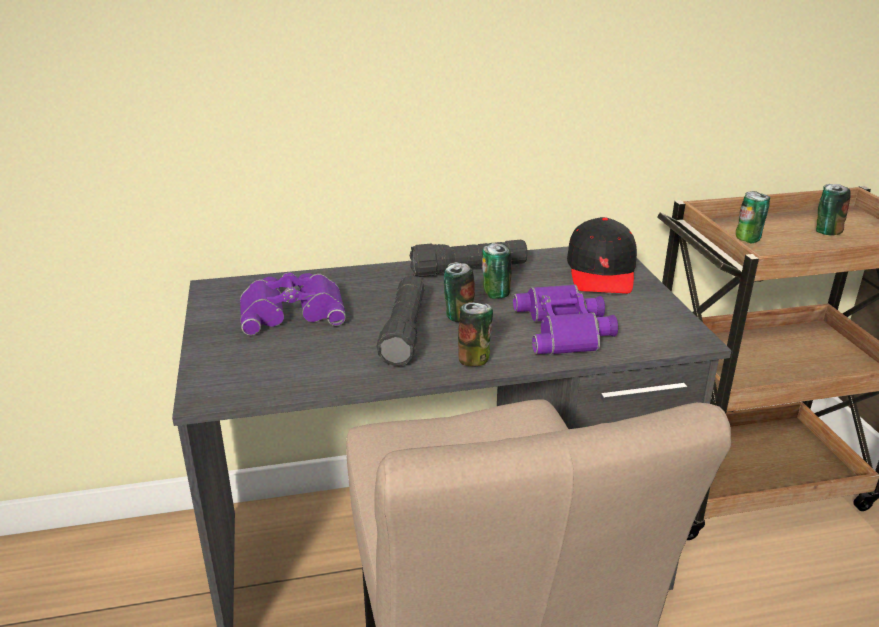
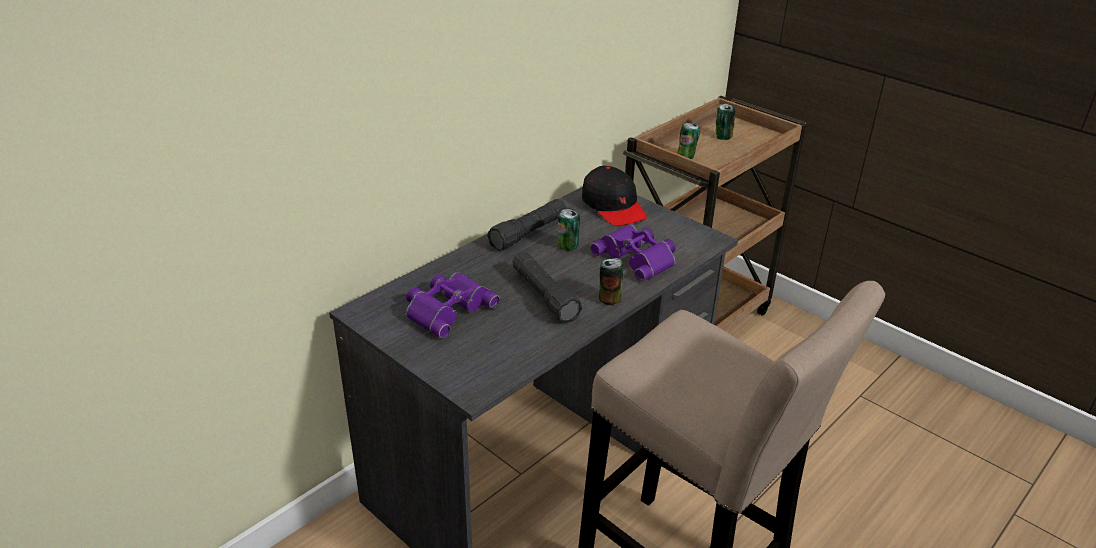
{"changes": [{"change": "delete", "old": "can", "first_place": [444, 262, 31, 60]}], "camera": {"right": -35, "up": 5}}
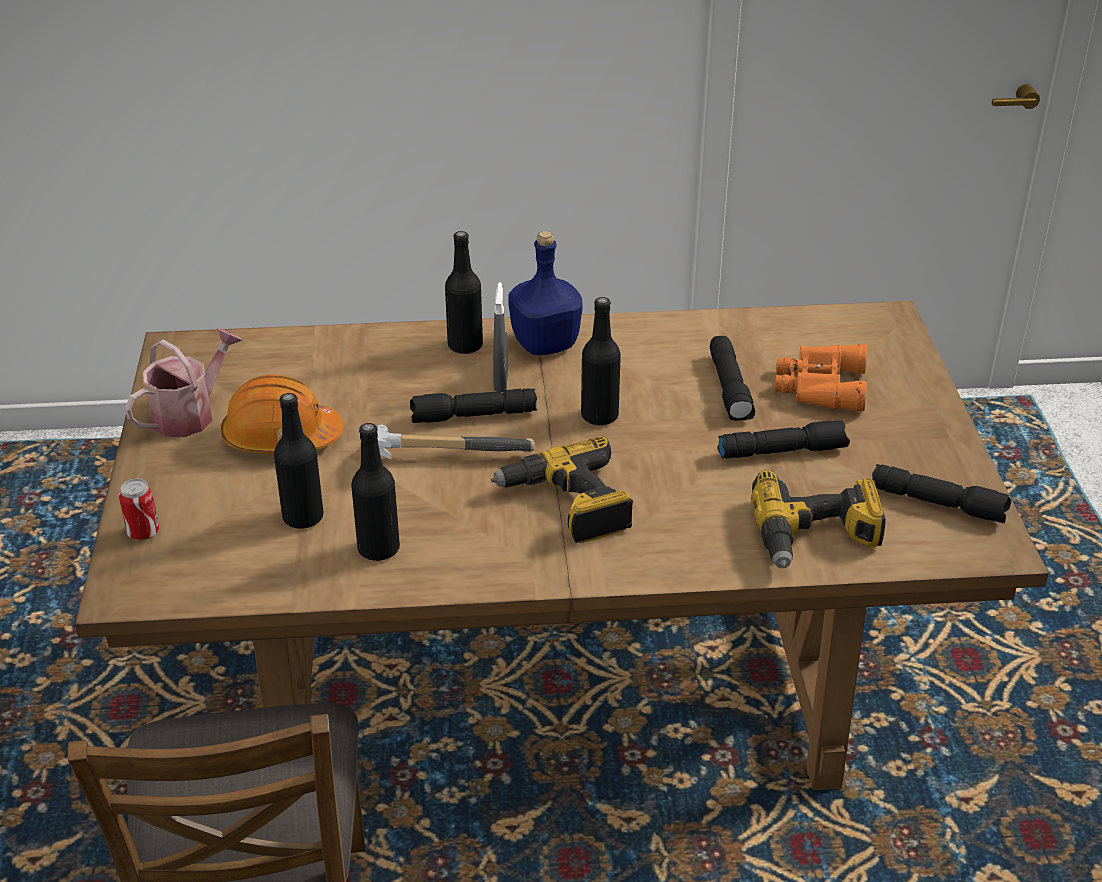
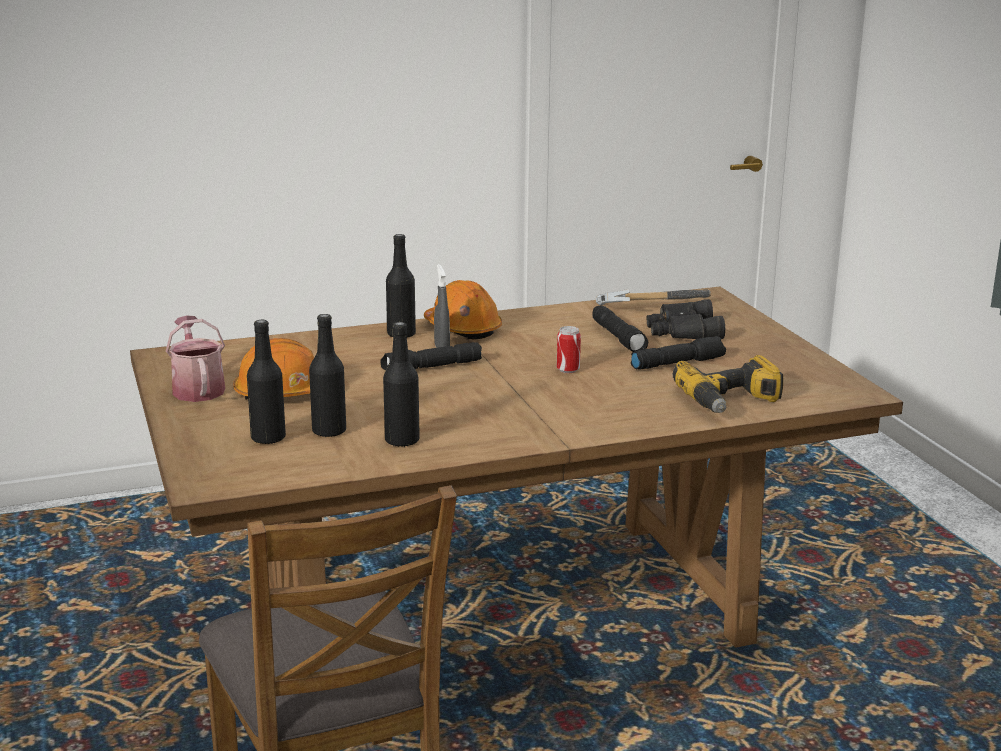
{"changes": [{"change": "delete", "old": "power drill", "first_place": [491, 437, 142, 106]}, {"change": "delete", "old": "black-coloured flashlight", "first_place": [872, 464, 139, 59]}, {"change": "move", "old": "can", "first_place": [119, 479, 40, 61], "second_place": [557, 326, 24, 47]}, {"change": "move", "old": "hammer", "first_place": [377, 424, 158, 35], "second_place": [596, 289, 115, 16]}, {"change": "move", "old": "black-coloured bottle", "first_place": [581, 297, 40, 128], "second_place": [247, 320, 39, 124]}, {"change": "replace", "old": "blue bottle", "new": "orange-coloured safety helmet", "first_place": [509, 231, 73, 124], "second_place": [424, 280, 78, 59]}, {"change": "recolor", "old": "orange-coloured pair of binoculars", "new": "black-coloured pair of binoculars", "first_place": [775, 344, 92, 67], "second_place": [647, 299, 78, 40]}, {"change": "rotate", "old": "watering can", "first_place": [125, 328, 118, 109], "second_place": [166, 316, 59, 86], "degrees": -45}], "camera": {"right": -15, "up": -15}}
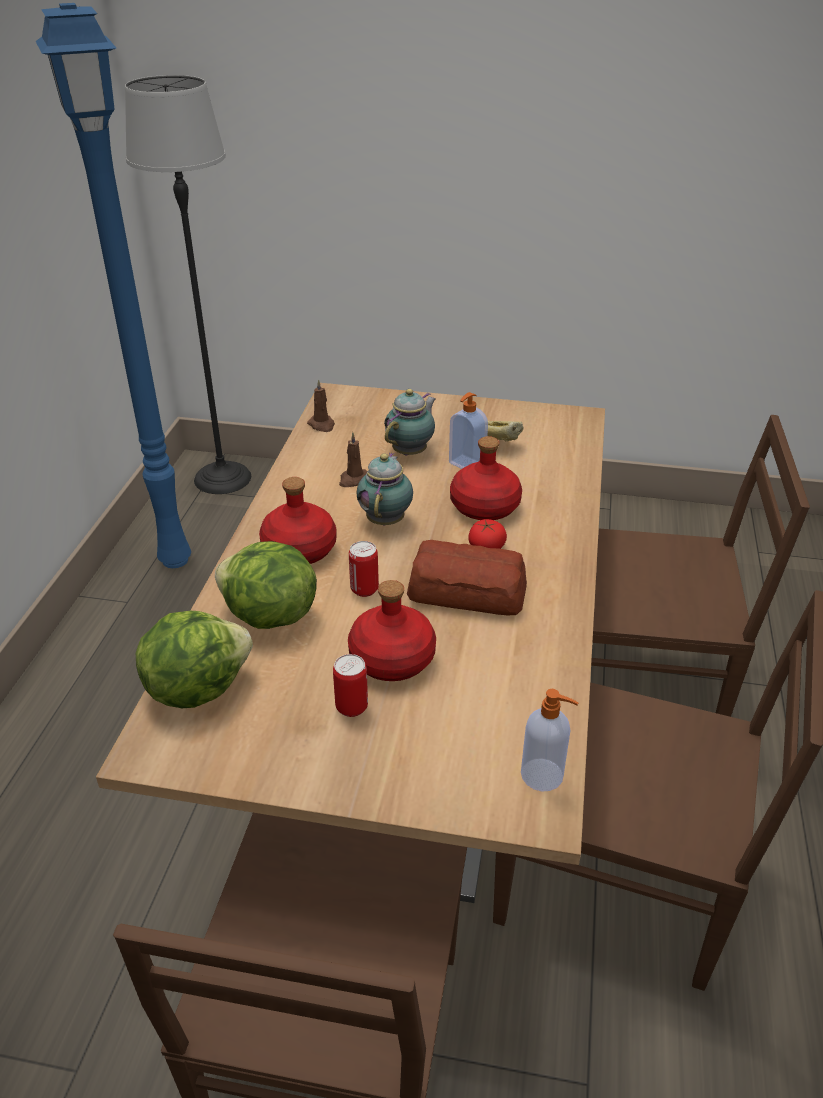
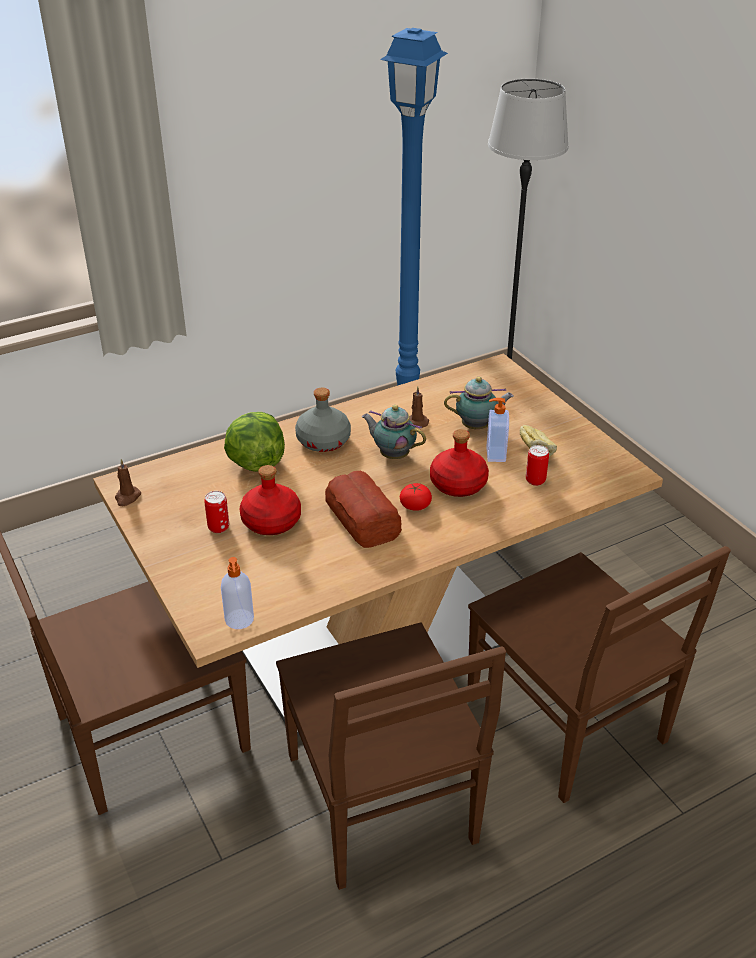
{"changes": [{"change": "delete", "old": "lettuce head", "first_place": [136, 611, 117, 97]}, {"change": "move", "old": "brown-coloured wax candle", "first_place": [307, 379, 28, 53], "second_place": [115, 459, 26, 47]}, {"change": "move", "old": "can", "first_place": [349, 541, 30, 56], "second_place": [526, 445, 23, 41]}, {"change": "recolor", "old": "red-coloured bottle", "new": "greyish bottle", "first_place": [259, 477, 77, 87], "second_place": [295, 388, 56, 64]}, {"change": "rotate", "old": "tea pot", "first_place": [356, 453, 57, 73], "second_place": [362, 405, 64, 54], "degrees": -120}], "camera": {"right": 50, "up": 0}}
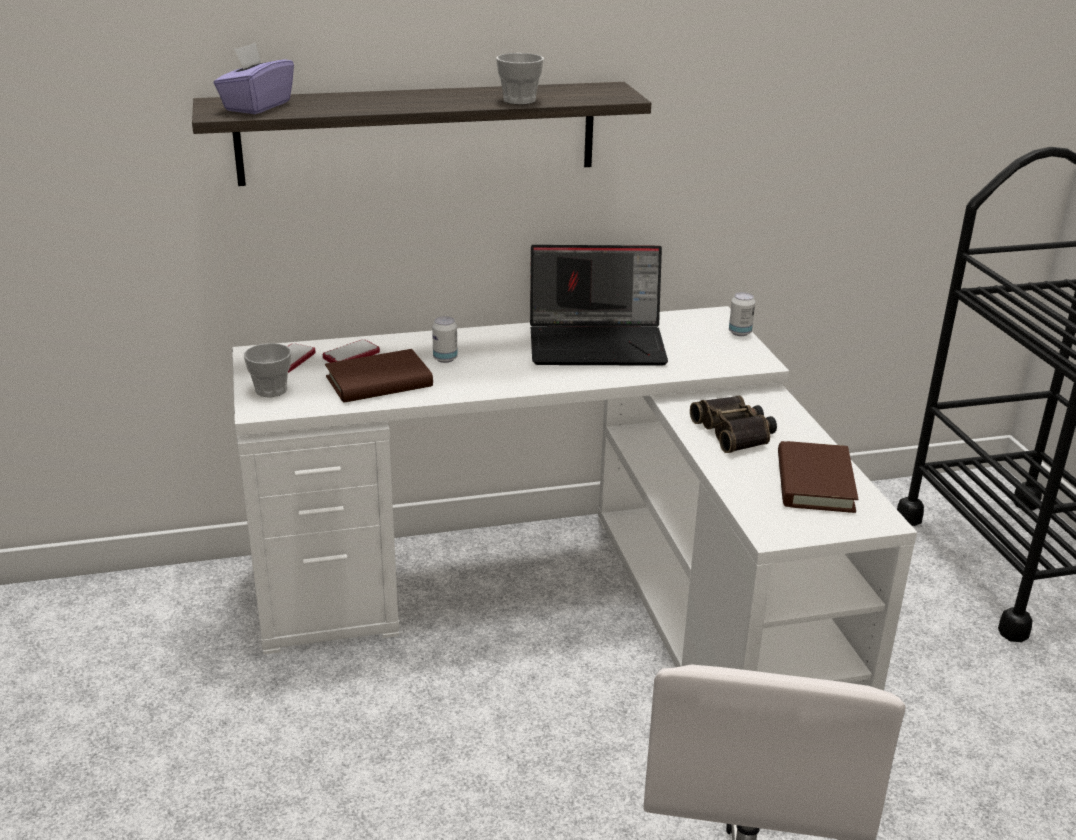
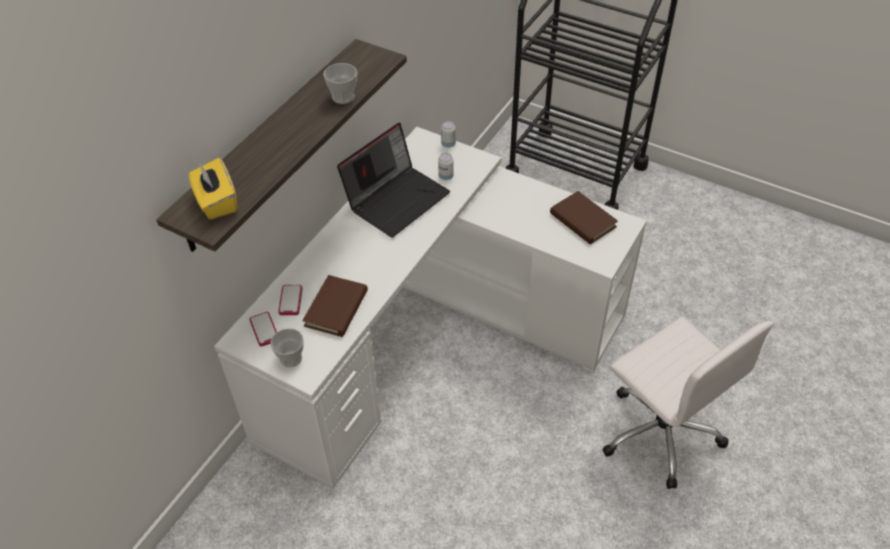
{"changes": [{"change": "delete", "old": "pair of binoculars", "first_place": [690, 396, 87, 57]}, {"change": "move", "old": "can", "first_place": [432, 316, 26, 47], "second_place": [438, 153, 16, 27]}, {"change": "recolor", "old": "purple tissue box", "new": "yellowish tissue box", "first_place": [214, 43, 80, 71], "second_place": [189, 158, 48, 62]}], "camera": {"right": -45, "up": 20}}
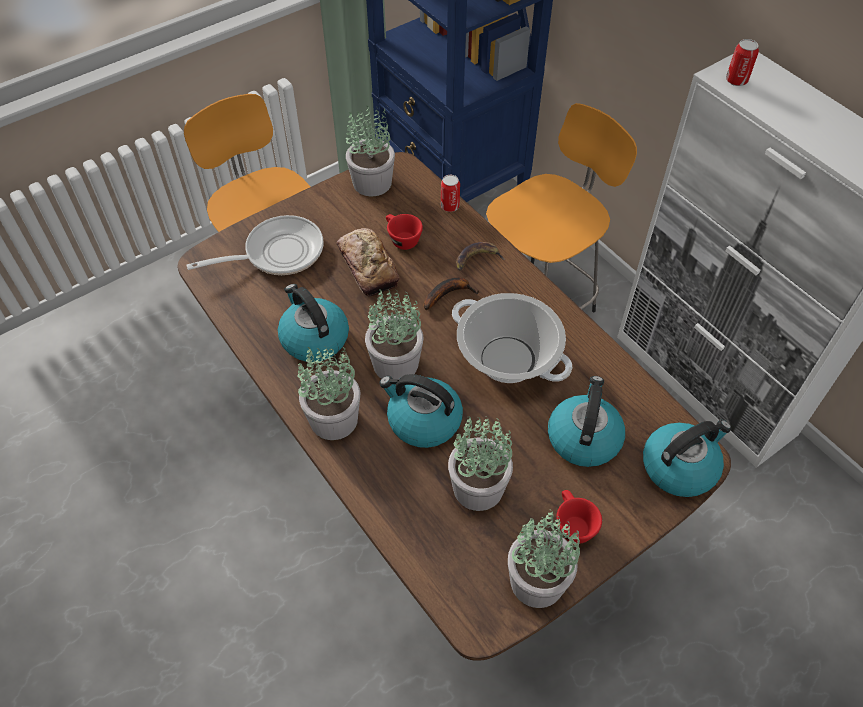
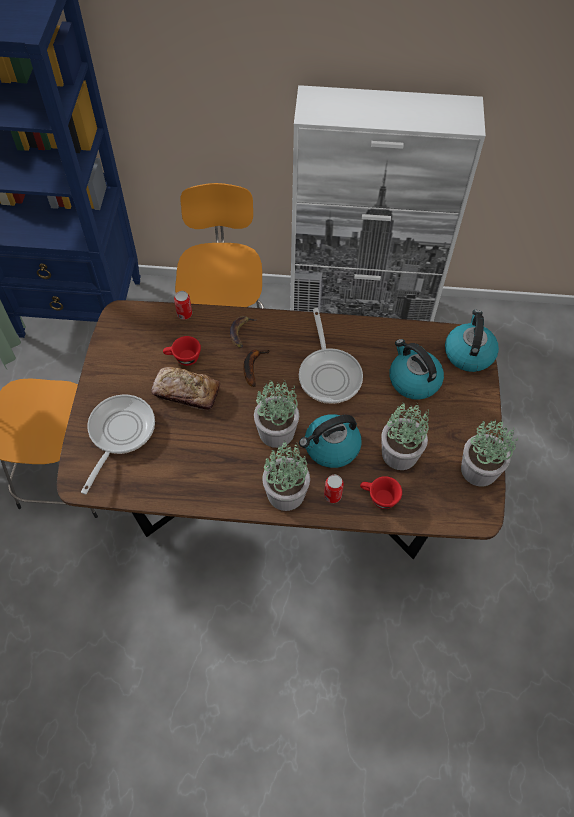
{"changes": [{"change": "delete", "old": "tea kettle", "first_place": [278, 284, 71, 78]}, {"change": "delete", "old": "potted plant", "first_place": [346, 105, 49, 92]}, {"change": "move", "old": "red-coloured drinking cup", "first_place": [556, 490, 46, 54], "second_place": [360, 476, 42, 33]}, {"change": "move", "old": "can", "first_place": [726, 39, 33, 47], "second_place": [324, 475, 20, 28]}, {"change": "replace", "old": "cooking pot", "new": "frying pan", "first_place": [452, 293, 120, 90], "second_place": [299, 308, 64, 96]}], "camera": {"right": -50, "up": 5}}
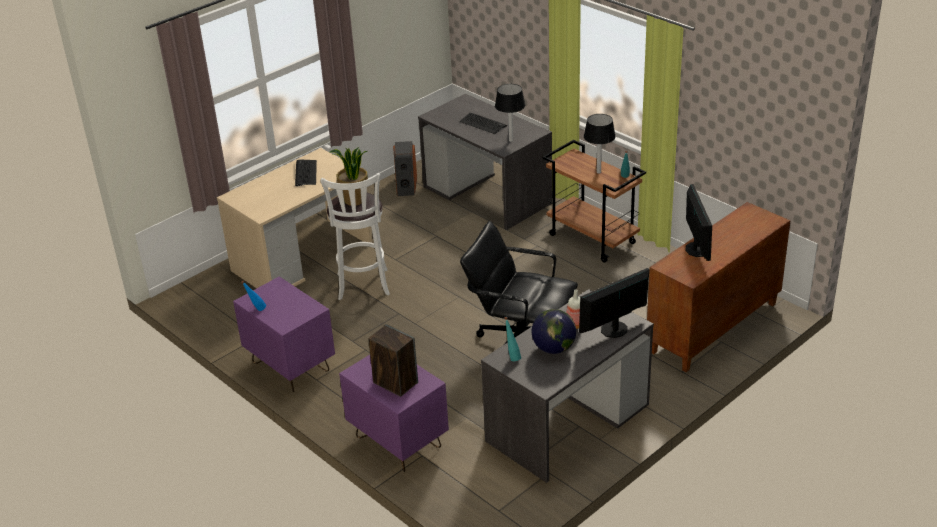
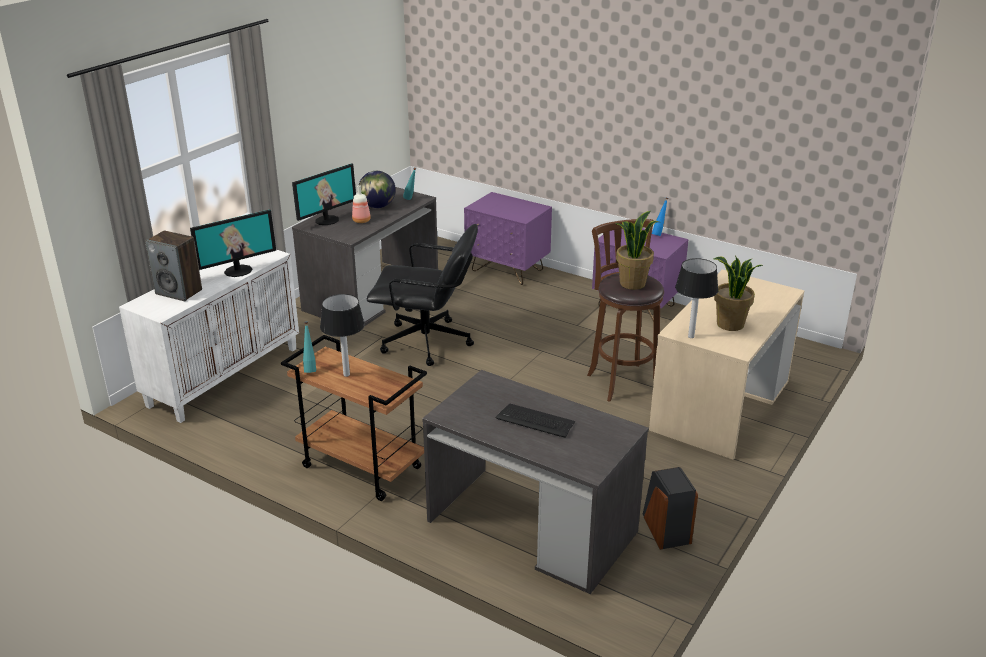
{"changes": [{"change": "move", "old": "speaker", "first_place": [368, 324, 50, 73], "second_place": [145, 230, 57, 71]}, {"change": "move", "old": "tabletop lamp", "first_place": [495, 84, 30, 58], "second_place": [675, 258, 43, 80]}, {"change": "replace", "old": "keyboard", "new": "potted plant", "first_place": [295, 159, 22, 27], "second_place": [714, 256, 49, 75]}, {"change": "recolor", "old": "whitish sitting stool", "new": "brown-coloured sitting stool", "first_place": [321, 173, 69, 127], "second_place": [587, 219, 77, 183]}, {"change": "recolor", "old": "brown-coloured cupboard", "new": "whitish cupboard", "first_place": [647, 202, 143, 170], "second_place": [119, 250, 180, 173]}, {"change": "rotate", "old": "computer screen", "first_place": [685, 184, 27, 77], "second_place": [190, 209, 86, 68], "degrees": -105}], "camera": {"right": 165, "up": -5}}
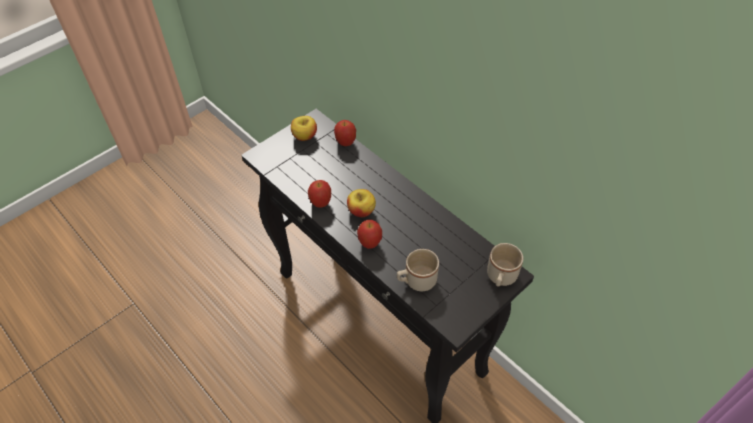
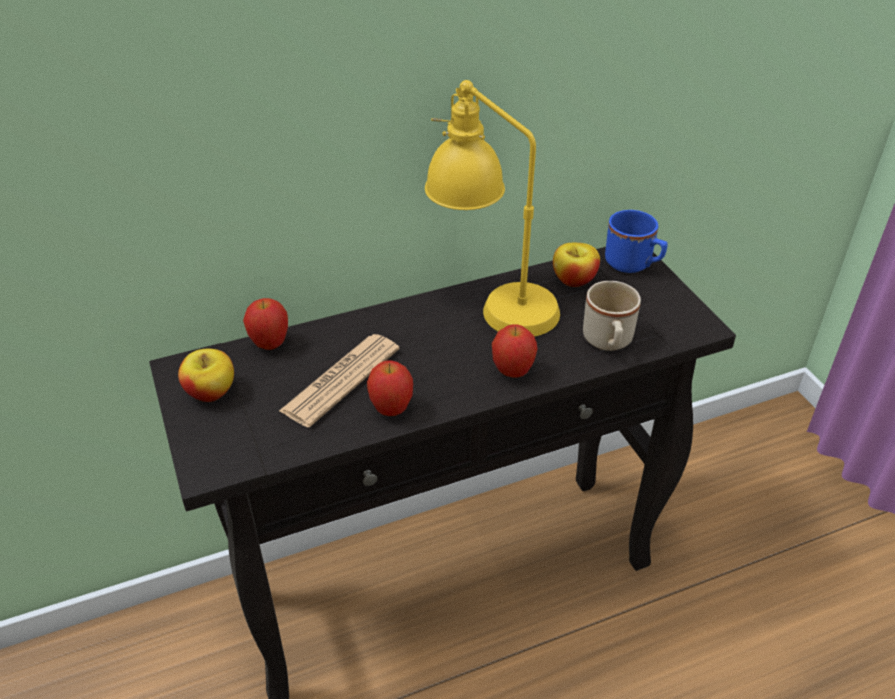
{"changes": [{"change": "insert", "new": "newspaper", "second_place": [279, 334, 120, 93]}, {"change": "insert", "new": "yellowish tabletop lamp", "second_place": [425, 80, 135, 257]}, {"change": "move", "old": "apple fruit", "first_place": [347, 189, 29, 29], "second_place": [553, 243, 47, 44]}, {"change": "recolor", "old": "sand-coloured coffee mug", "new": "blue coffee mug", "first_place": [487, 243, 36, 44], "second_place": [605, 210, 63, 63]}], "camera": {"right": -70, "up": -10}}
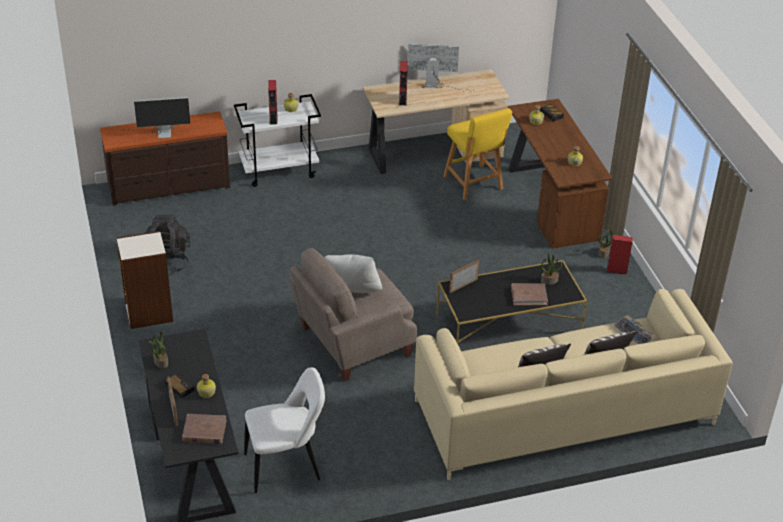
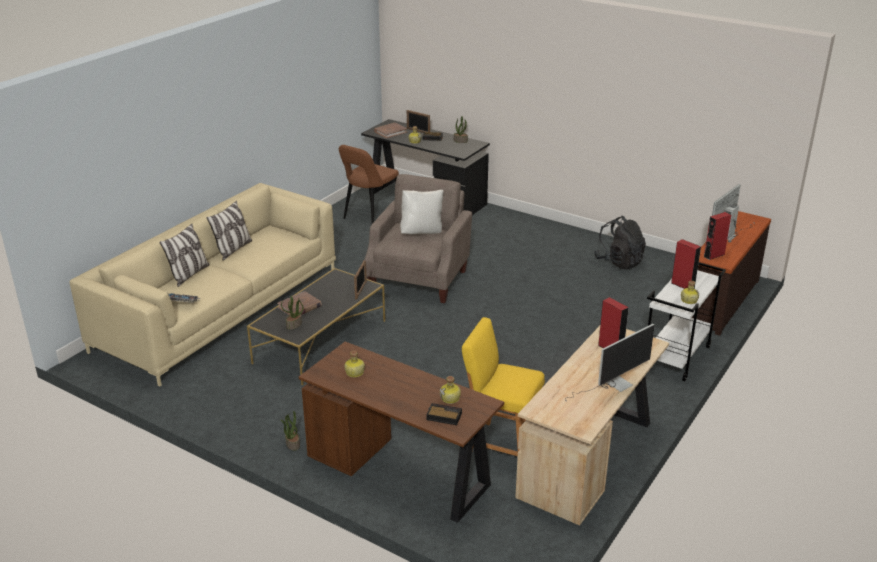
{"changes": [{"change": "delete", "old": "bookshelf", "first_place": [117, 231, 56, 98]}, {"change": "move", "old": "red-coloured speaker", "first_place": [607, 235, 26, 40], "second_place": [703, 212, 28, 48]}, {"change": "recolor", "old": "whitish upright chair", "new": "brown-coloured upright chair", "first_place": [244, 367, 81, 126], "second_place": [339, 145, 60, 79]}], "camera": {"right": 140, "up": -10}}
